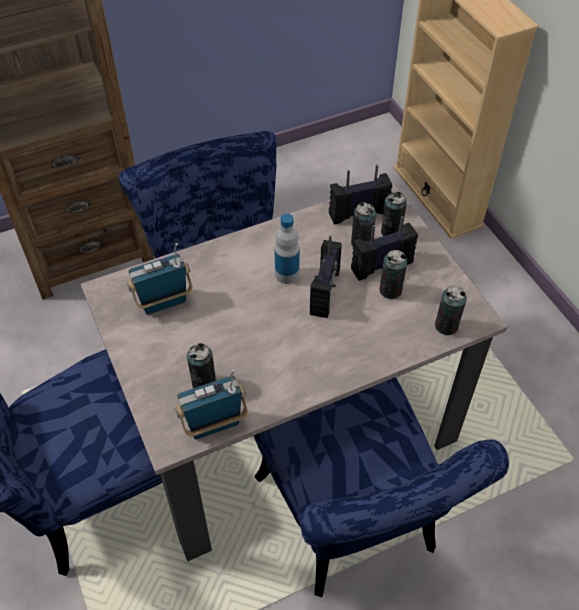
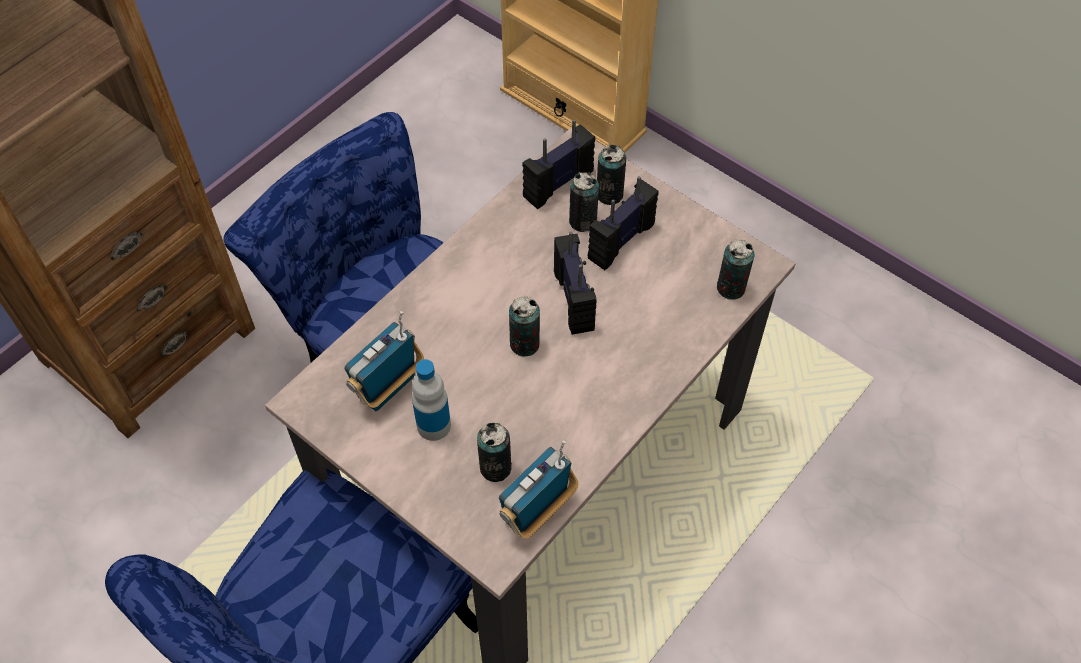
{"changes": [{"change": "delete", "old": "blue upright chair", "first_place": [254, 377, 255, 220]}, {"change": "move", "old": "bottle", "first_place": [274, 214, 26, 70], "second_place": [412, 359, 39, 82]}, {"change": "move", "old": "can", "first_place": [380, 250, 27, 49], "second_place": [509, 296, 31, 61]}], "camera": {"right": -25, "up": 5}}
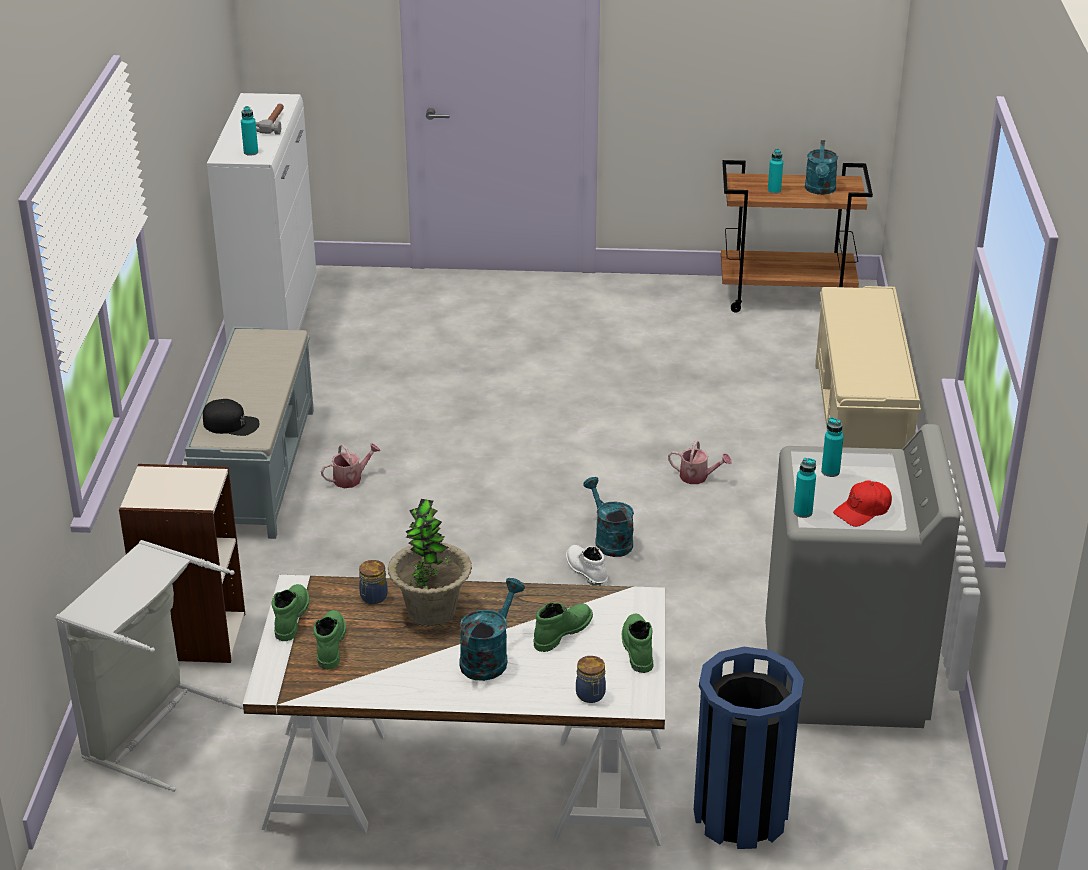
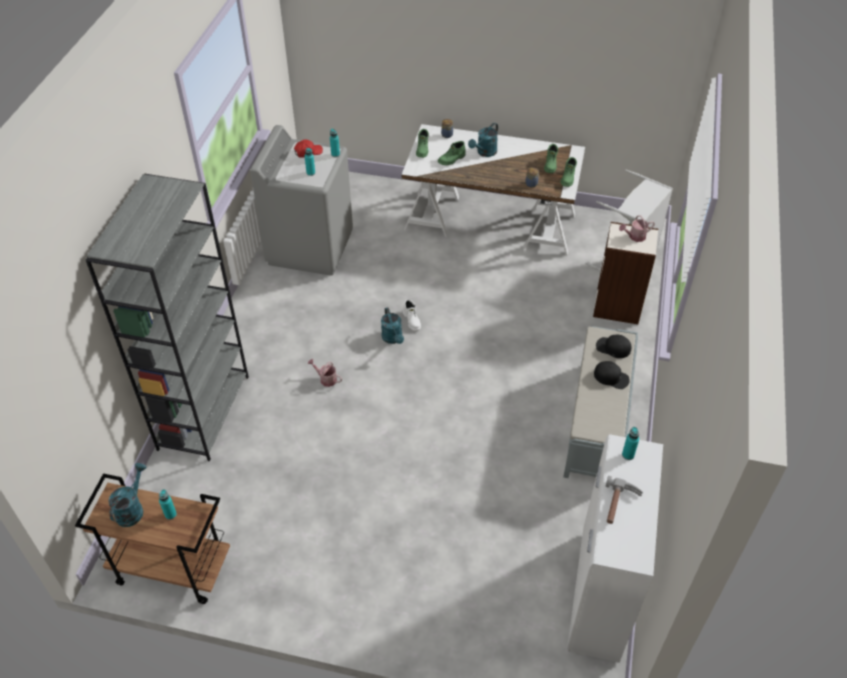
{"changes": [{"change": "delete", "old": "potted plant", "first_place": [388, 499, 84, 127]}, {"change": "delete", "old": "blue waste bin", "first_place": [694, 647, 110, 202]}, {"change": "insert", "new": "black-coloured peaked cap", "second_place": [594, 361, 36, 28]}, {"change": "move", "old": "watering can", "first_place": [321, 443, 59, 45], "second_place": [619, 215, 36, 27]}, {"change": "replace", "old": "sand-coloured bench", "new": "greyish bookshelf", "first_place": [815, 286, 106, 163], "second_place": [86, 174, 163, 287]}], "camera": {"right": -170, "up": 15}}
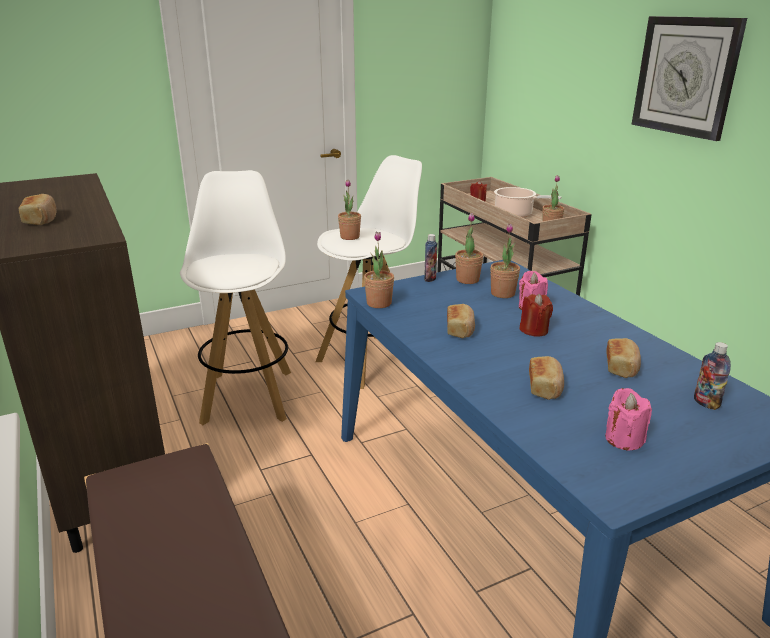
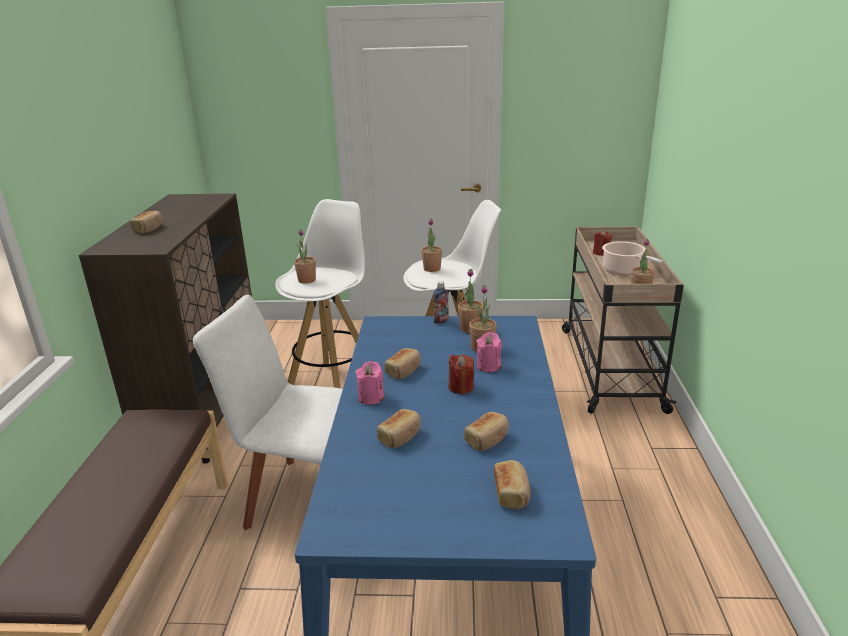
{"changes": [{"change": "delete", "old": "wall clock", "first_place": [631, 16, 116, 125]}, {"change": "insert", "new": "whitish upright chair", "second_place": [193, 295, 150, 235]}, {"change": "move", "old": "potted plant", "first_place": [364, 231, 30, 77], "second_place": [294, 229, 22, 55]}, {"change": "move", "old": "pink wax candle", "first_place": [605, 388, 47, 62], "second_place": [355, 361, 29, 44]}, {"change": "replace", "old": "bottle", "new": "bread", "first_place": [694, 342, 37, 68], "second_place": [494, 460, 36, 50]}], "camera": {"right": 30, "up": 0}}
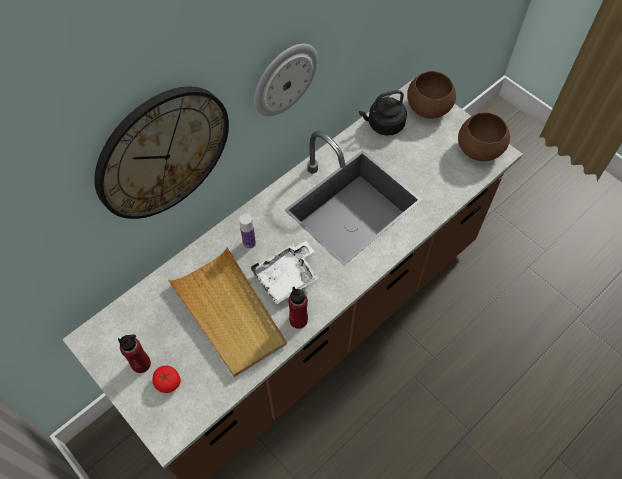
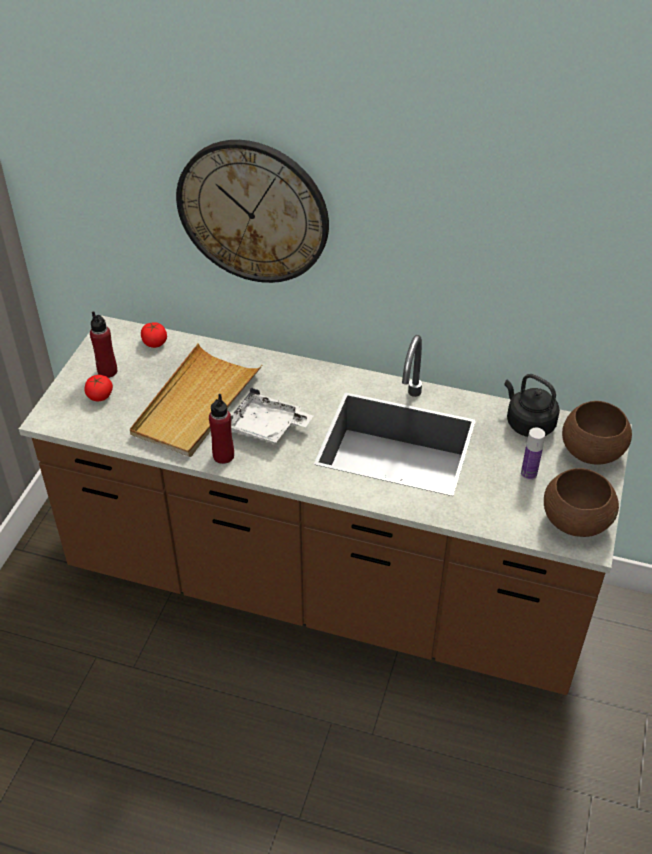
{"changes": [{"change": "delete", "old": "wall clock", "first_place": [254, 44, 64, 73]}, {"change": "insert", "new": "tomato", "second_place": [141, 322, 26, 26]}, {"change": "move", "old": "bottle", "first_place": [239, 214, 17, 35], "second_place": [521, 428, 24, 52]}], "camera": {"right": 60, "up": -15}}
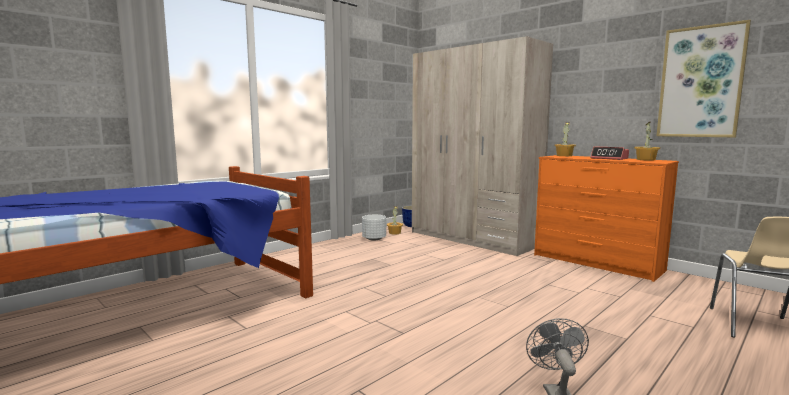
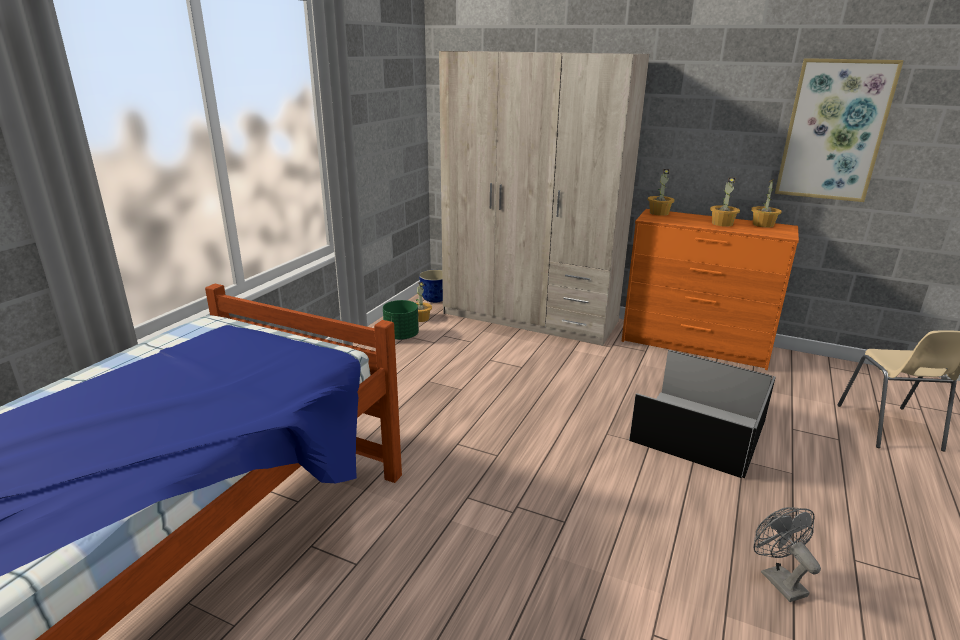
{"changes": [{"change": "insert", "new": "black-coloured storage container", "second_place": [629, 350, 147, 128]}, {"change": "replace", "old": "alarm clock", "new": "potted plant", "first_place": [590, 146, 39, 14], "second_place": [710, 177, 30, 50]}, {"change": "recolor", "old": "whitish flower pot", "new": "greenish flower pot", "first_place": [362, 215, 24, 26], "second_place": [383, 300, 36, 40]}], "camera": {"right": -20, "up": 15}}
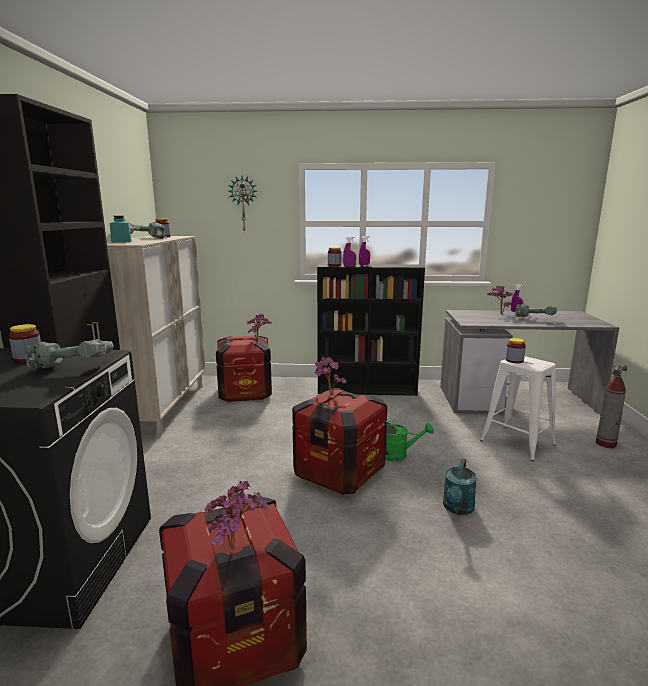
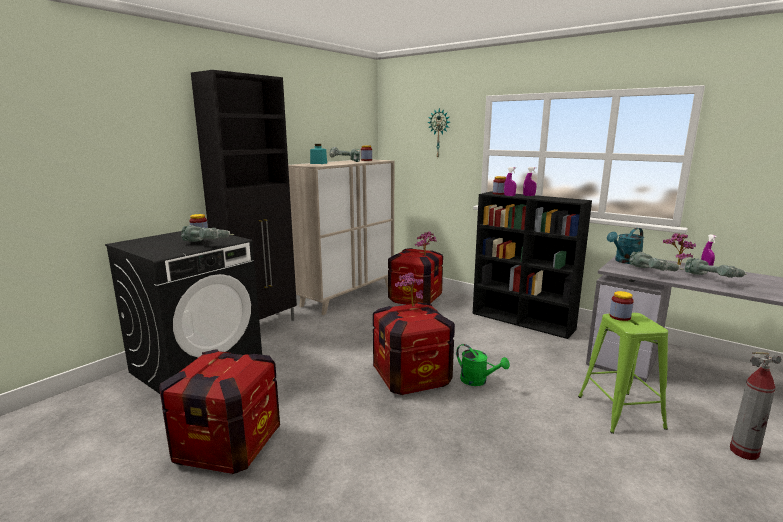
{"changes": [{"change": "delete", "old": "potted plant", "first_place": [205, 481, 64, 69]}, {"change": "insert", "new": "power drill", "second_place": [629, 252, 56, 19]}, {"change": "move", "old": "turquoise-coloured watering can", "first_place": [443, 458, 34, 57], "second_place": [607, 228, 37, 36]}, {"change": "recolor", "old": "whitish sitting stool", "new": "greenish sitting stool", "first_place": [480, 356, 76, 105], "second_place": [578, 313, 90, 121]}], "camera": {"right": 35, "up": 0}}
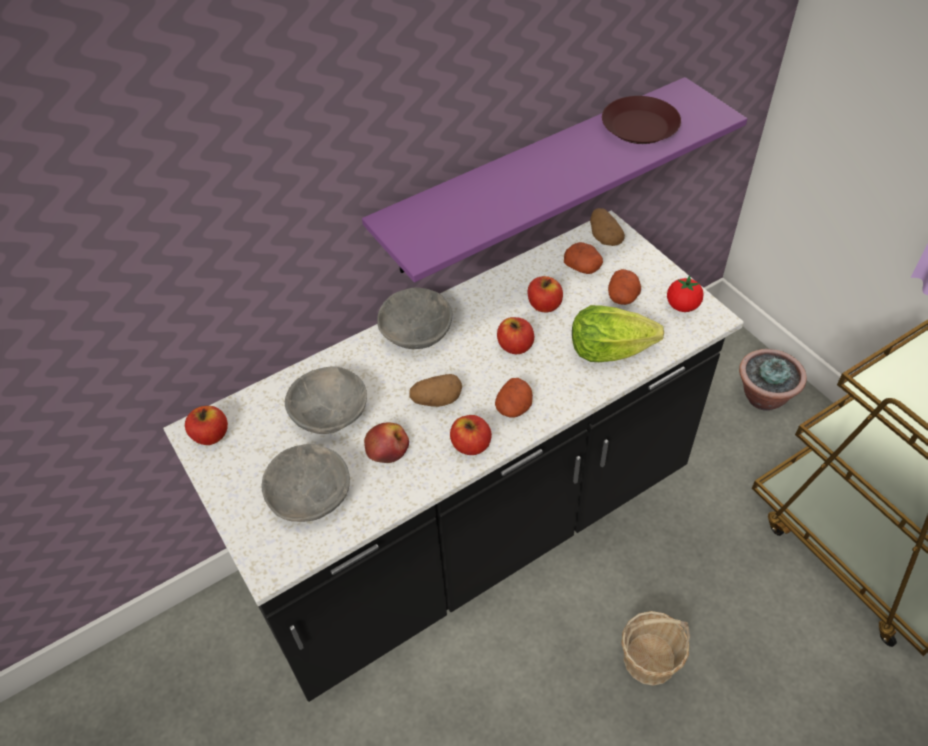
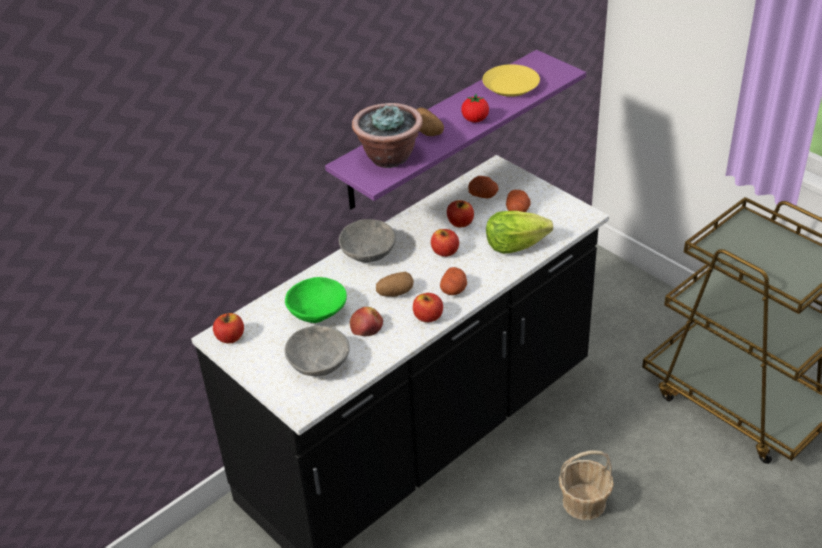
{"changes": [{"change": "move", "old": "whole potato", "first_place": [590, 208, 35, 38], "second_place": [416, 108, 28, 28]}, {"change": "move", "old": "tomato", "first_place": [667, 276, 37, 36], "second_place": [461, 94, 28, 28]}, {"change": "move", "old": "potted plant", "first_place": [739, 349, 68, 62], "second_place": [352, 103, 71, 65]}, {"change": "recolor", "old": "greyish bowl", "new": "greenish bowl", "first_place": [285, 366, 82, 68], "second_place": [285, 277, 62, 46]}, {"change": "recolor", "old": "brown-coloured dinner plate", "new": "yellowish dinner plate", "first_place": [602, 96, 79, 48], "second_place": [482, 64, 58, 33]}], "camera": {"right": -10, "up": -10}}
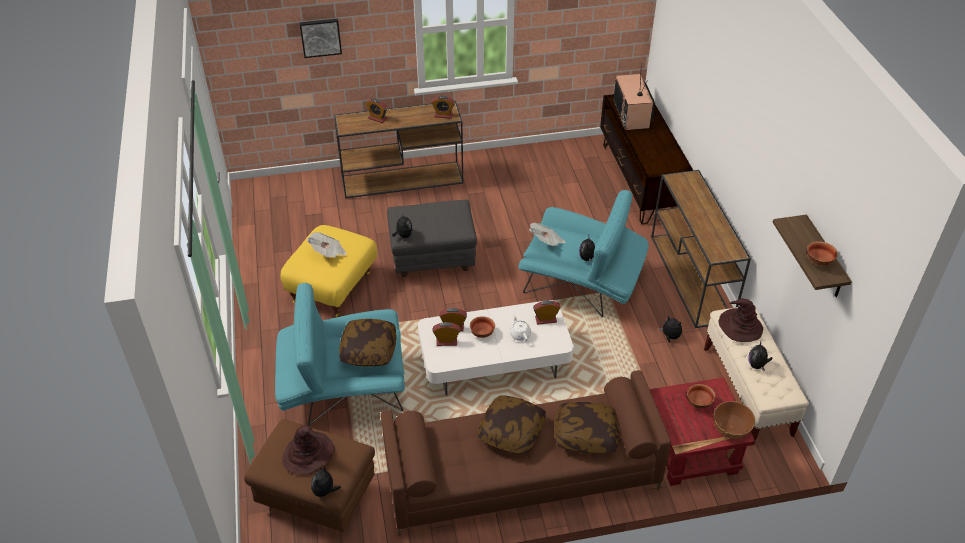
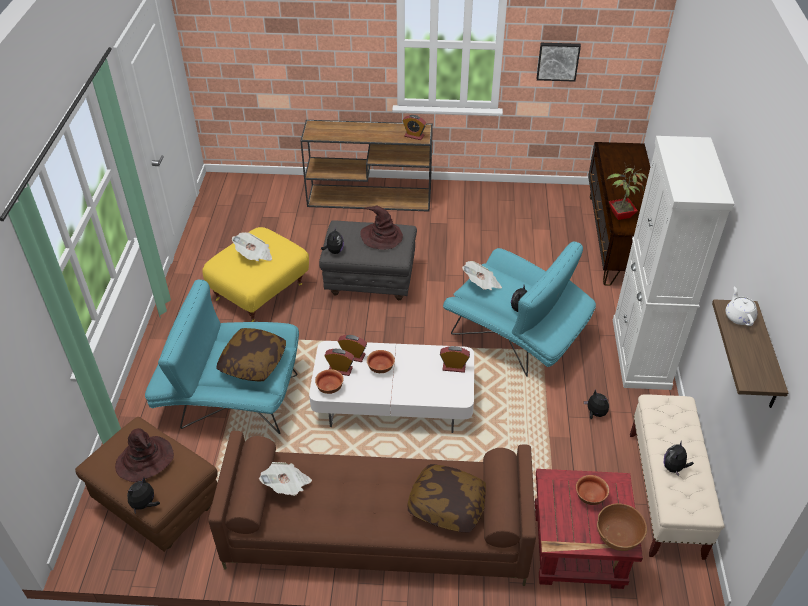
{"changes": [{"change": "delete", "old": "alarm clock", "first_place": [366, 99, 21, 24]}, {"change": "delete", "old": "cushion", "first_place": [478, 395, 68, 59]}, {"change": "delete", "old": "TV", "first_place": [613, 64, 42, 66]}, {"change": "insert", "new": "newspaper", "second_place": [259, 462, 53, 34]}, {"change": "insert", "new": "potted plant", "second_place": [606, 162, 41, 58]}, {"change": "move", "old": "wall picture", "first_place": [299, 19, 43, 39], "second_place": [537, 43, 44, 39]}, {"change": "move", "old": "whitish tea pot", "first_place": [510, 314, 21, 27], "second_place": [725, 287, 32, 39]}, {"change": "move", "old": "brown-coloured wearable hat", "first_place": [719, 298, 44, 44], "second_place": [360, 206, 43, 43]}, {"change": "move", "old": "bowl", "first_place": [807, 241, 31, 25], "second_place": [315, 369, 28, 25]}, {"change": "replace", "old": "brown-coloured narrow table", "new": "whitish cupboard", "first_place": [651, 170, 100, 158], "second_place": [613, 136, 121, 254]}], "camera": {"right": 15, "up": 0}}
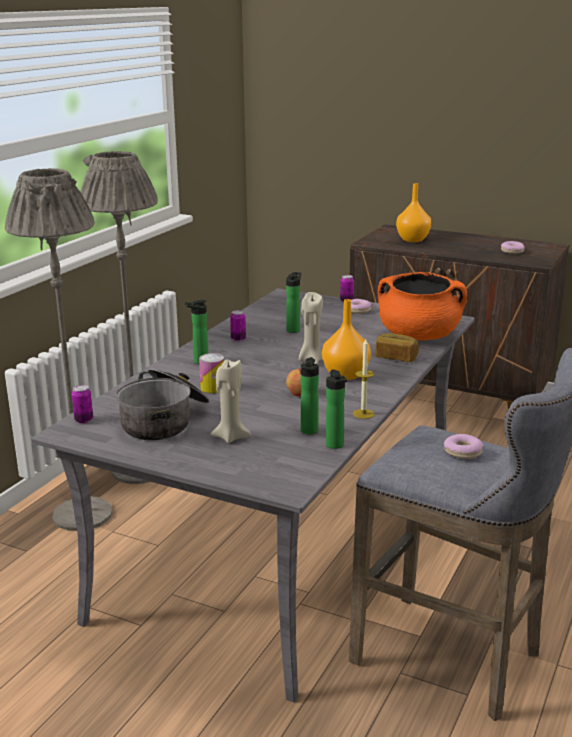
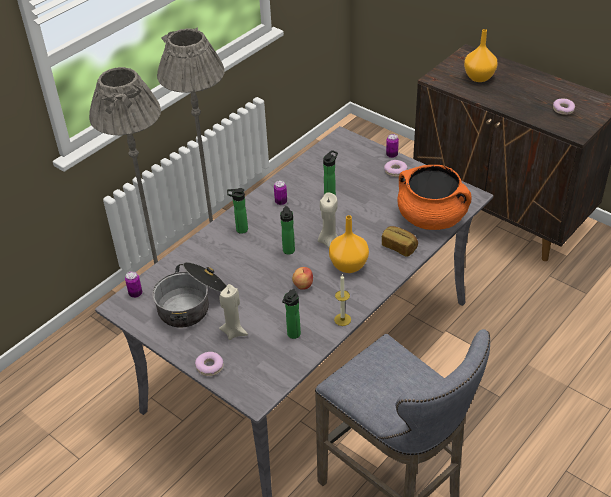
{"changes": [{"change": "delete", "old": "can", "first_place": [199, 353, 25, 40]}, {"change": "move", "old": "bottle", "first_place": [326, 370, 21, 79], "second_place": [280, 206, 15, 49]}, {"change": "move", "old": "ring doughnut", "first_place": [444, 434, 39, 25], "second_place": [195, 352, 28, 24]}], "camera": {"right": 15, "up": 20}}
